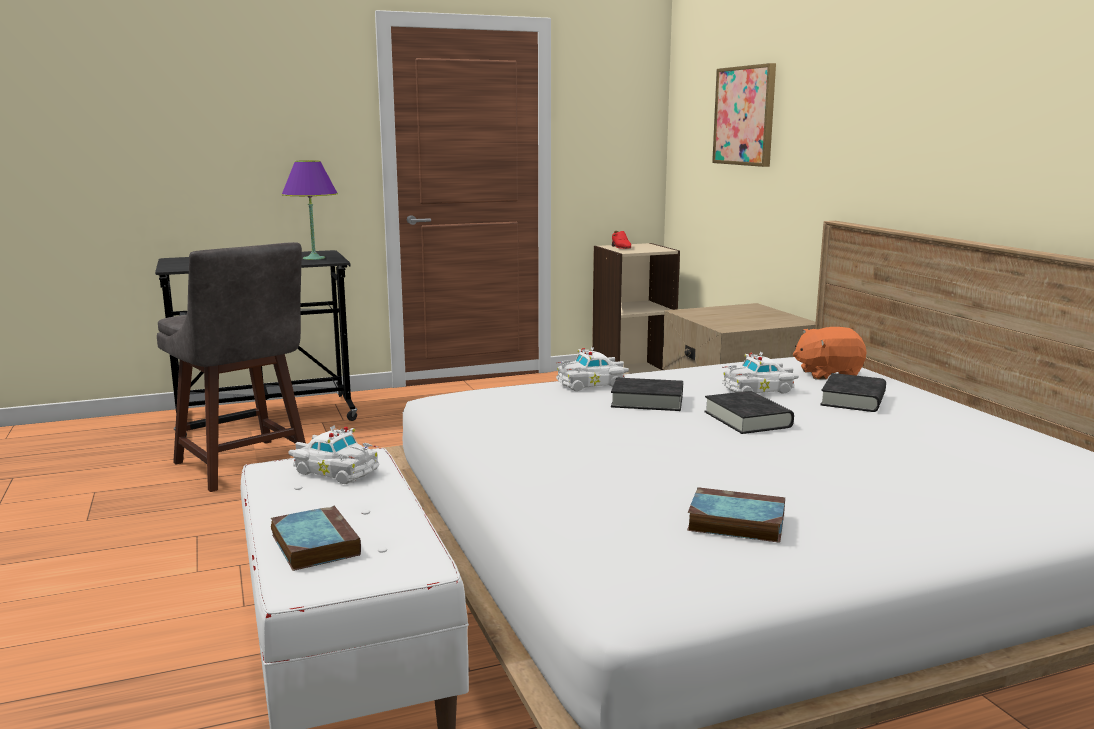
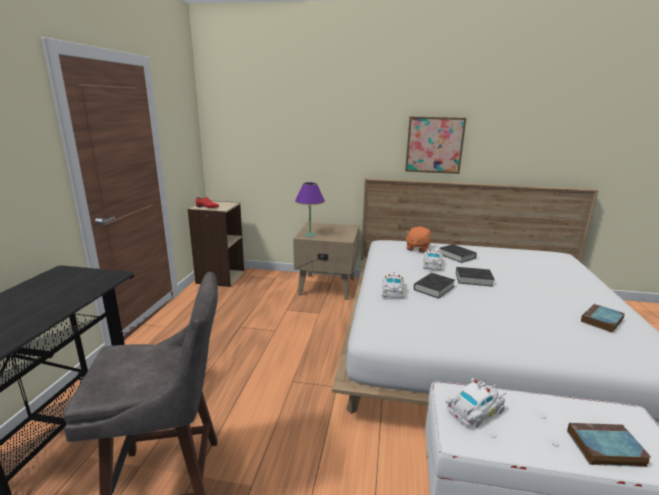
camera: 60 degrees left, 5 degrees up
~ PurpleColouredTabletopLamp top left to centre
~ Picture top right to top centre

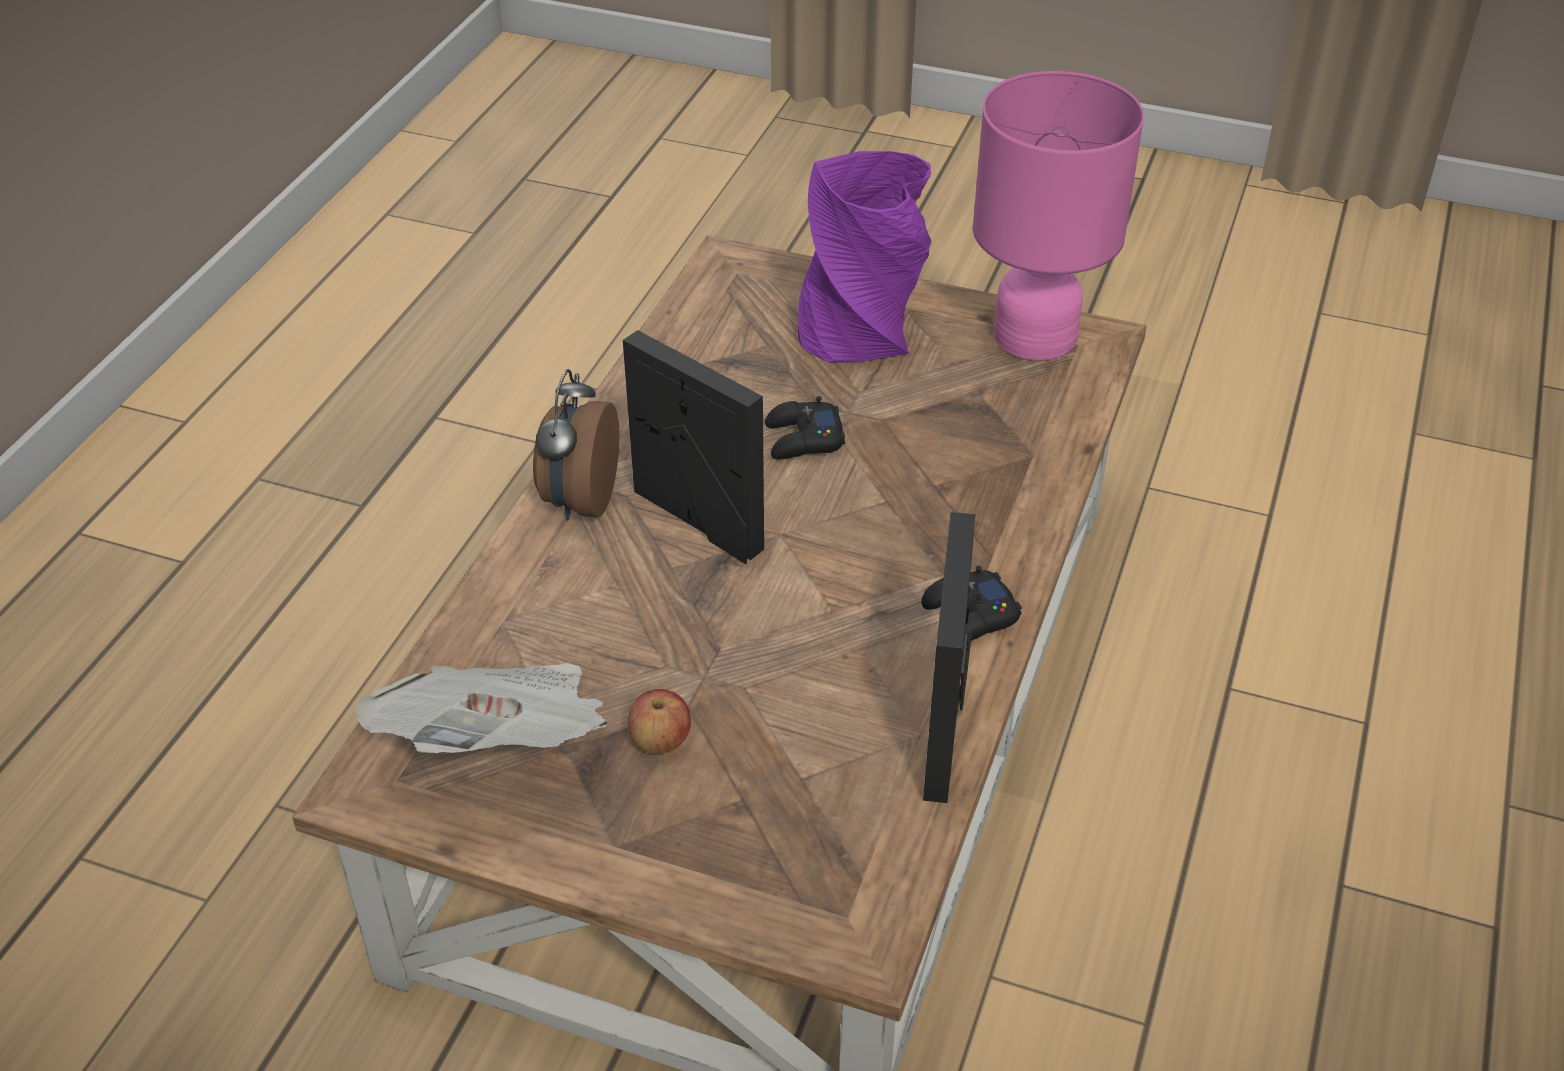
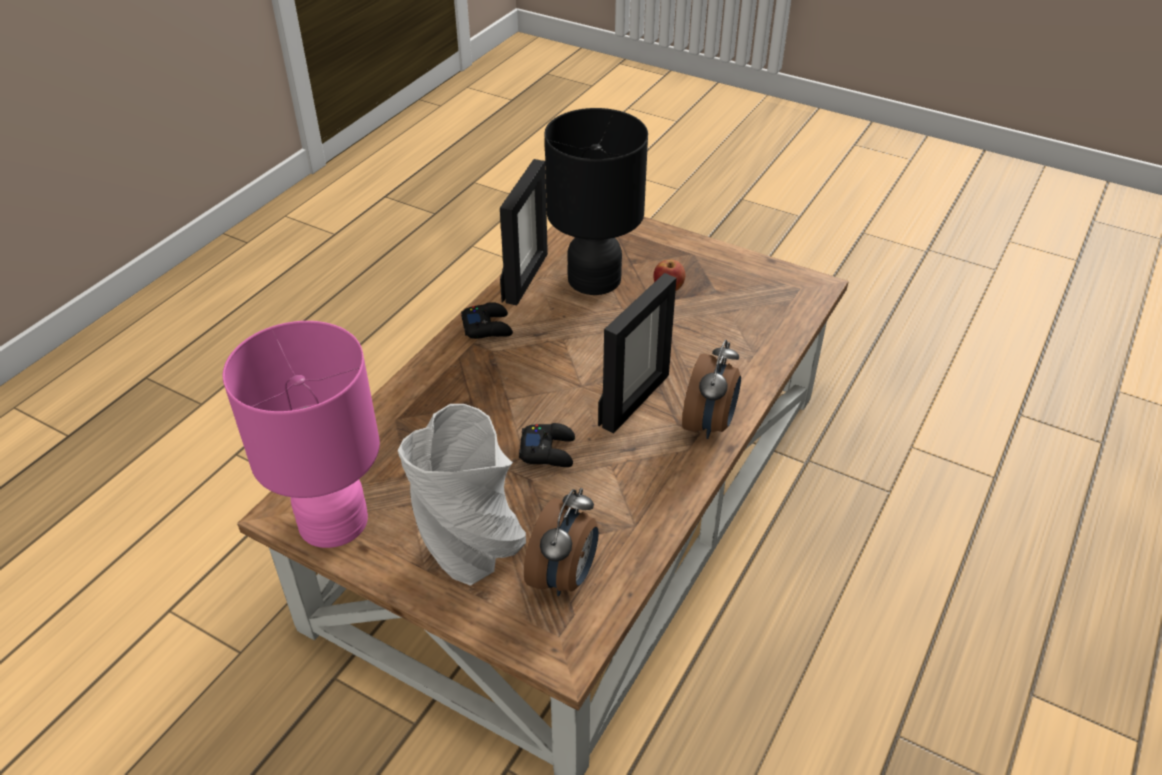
camera: 170 degrees left, 0 degrees up
- DailyPaper middle left
+ AlarmClock (1st from left) bottom centre
+ BlackishTabletopLamp top centre
~ PurpleColouredVase top centre to GreyVase centre
~ StandingFrame (1st from left in the first image) centre = centre 105 degrees counterclockwise

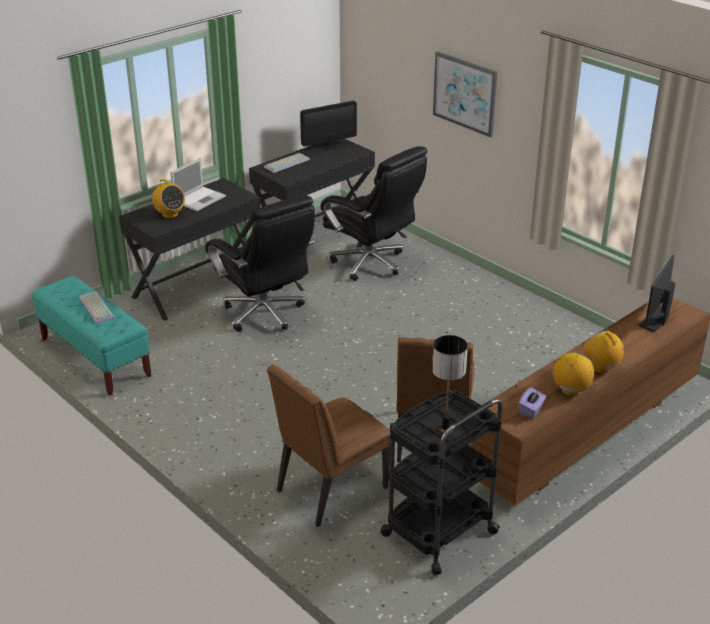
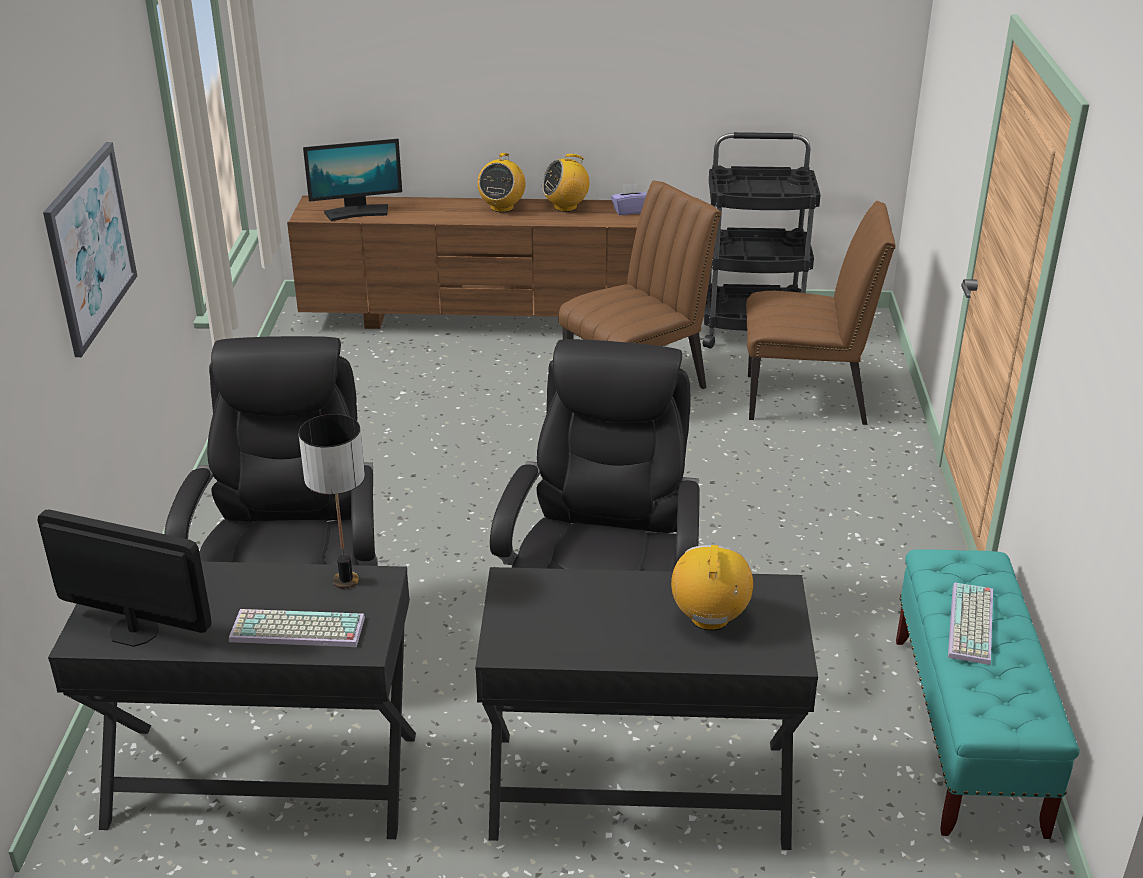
camera: 135 degrees left, 0 degrees up
- Laptop top left
~ TabletopLamp centre to middle left

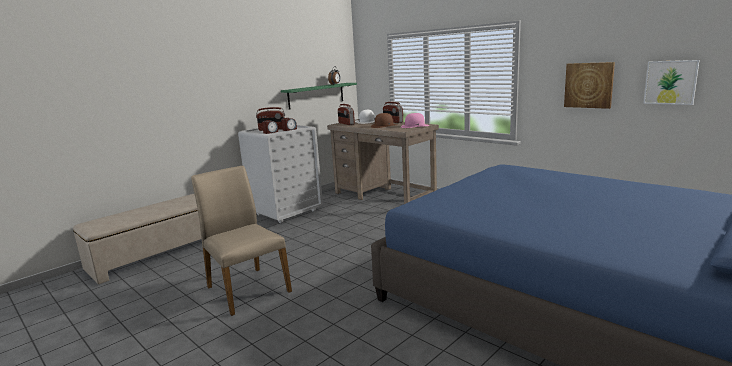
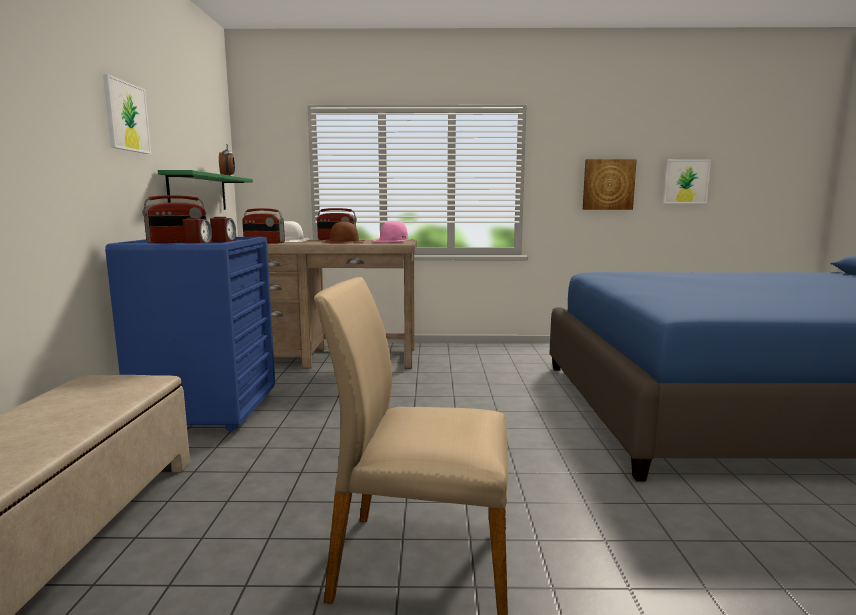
camera: 45 degrees left, 5 degrees down
+ Picture (1st from left) top left
~ GreyDresser centre to BlueColouredDresser middle left

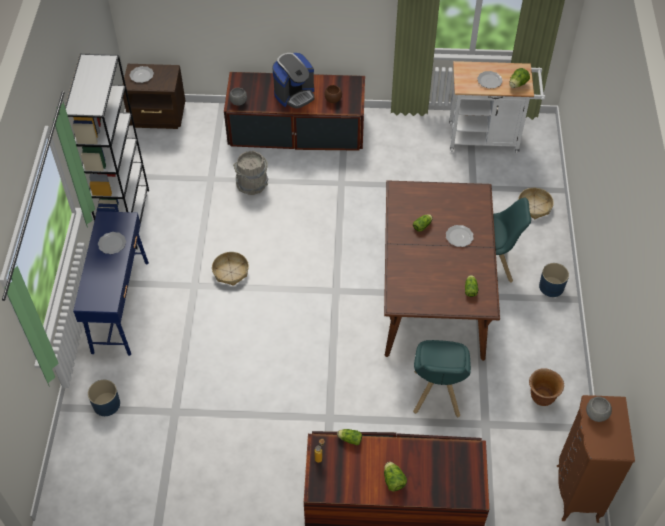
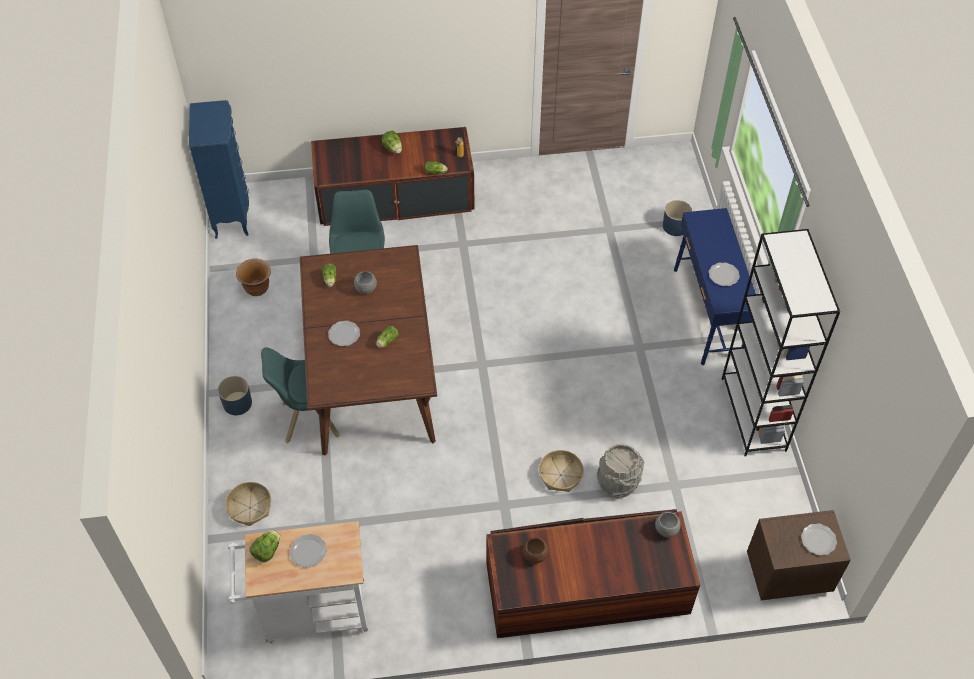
camera: 170 degrees right, 0 degrees up
- CoffeeBrewer top centre
~ Basket (1st from left in the first image) centre to Basket (2nd from left) bottom centre
~ GreyBowl (2nd from left in the first image) bottom right to GreyBowl (1st from left) centre
~ BrownColouredDresser bottom right to BlueColouredDresser top left

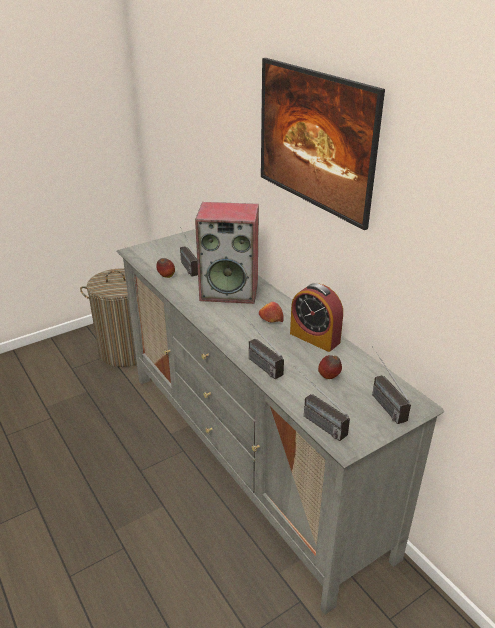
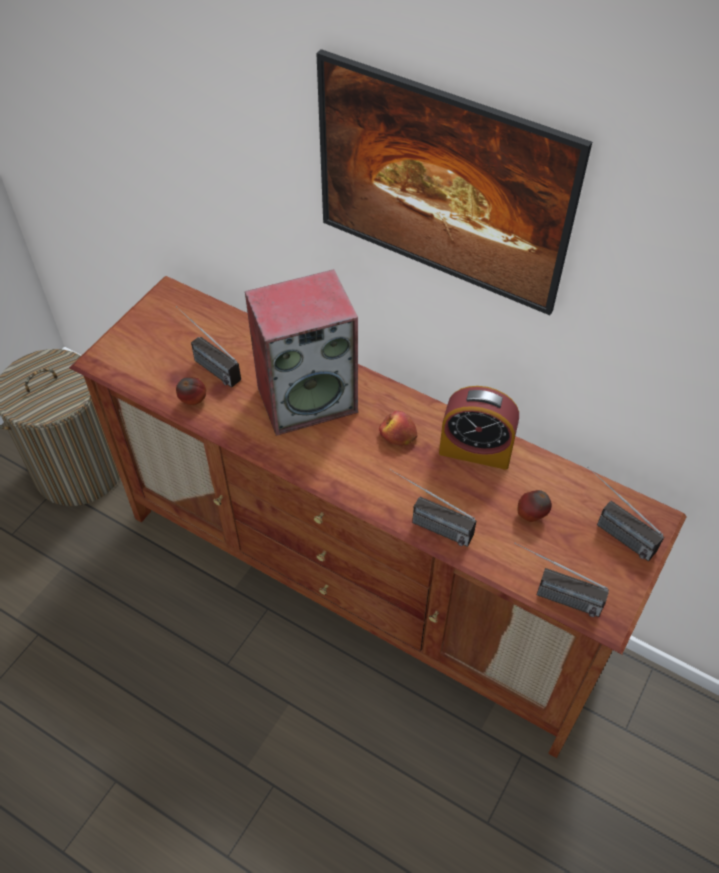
camera: 25 degrees left, 20 degrees up
~ GreyDresser bottom centre to BrownColouredDresser centre

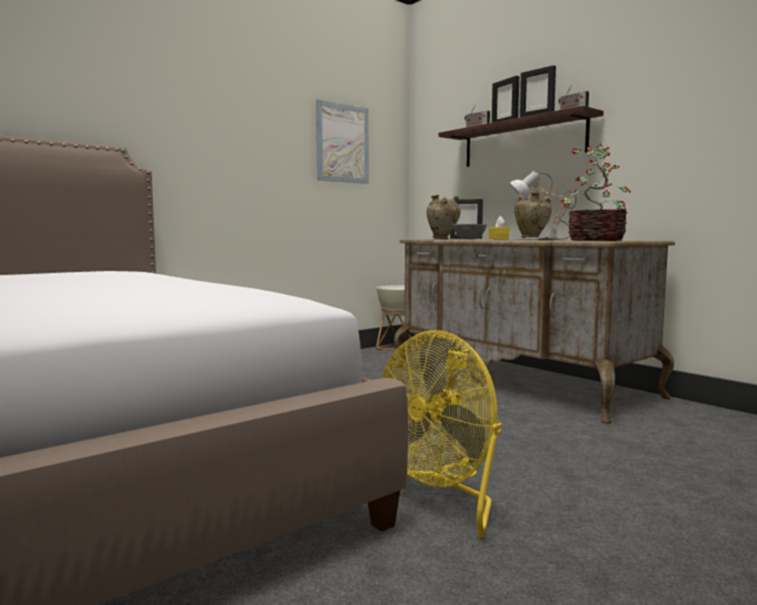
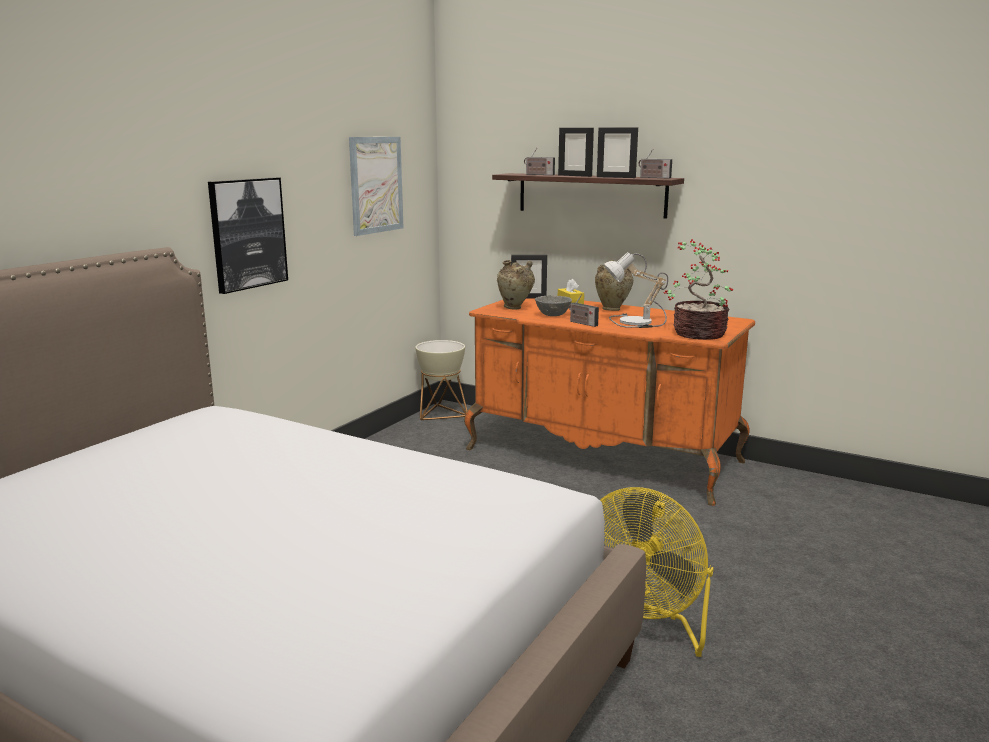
camera: 20 degrees left, 10 degrees up
+ Picture (1st from left) top left
+ RadioReceiver (2nd from left) centre
~ SandColouredDresser middle right to OrangeColouredDresser centre

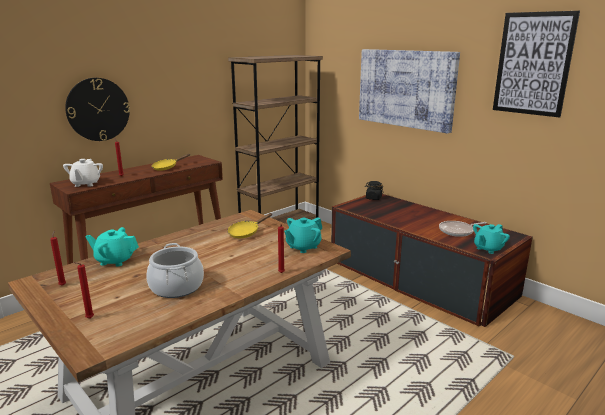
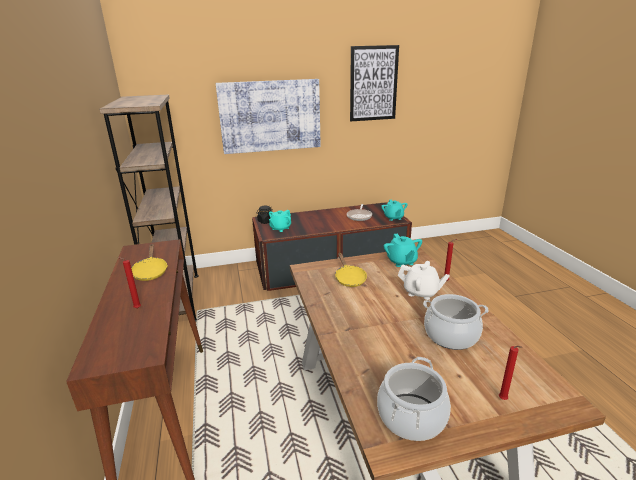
camera: 60 degrees left, 5 degrees up
- ClockOnTheWall top left
~ WhitePotForTea middle left to middle right
~ TurquoisePotForTea (1st from left) middle left to centre
~ RedCandle (1st from left) middle left to Saucepot (1st from left) bottom centre

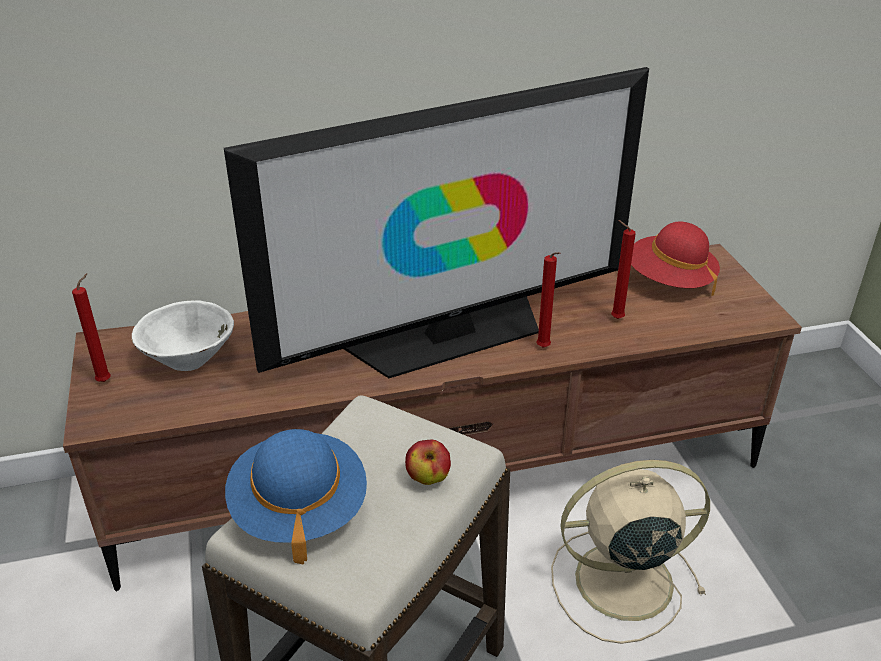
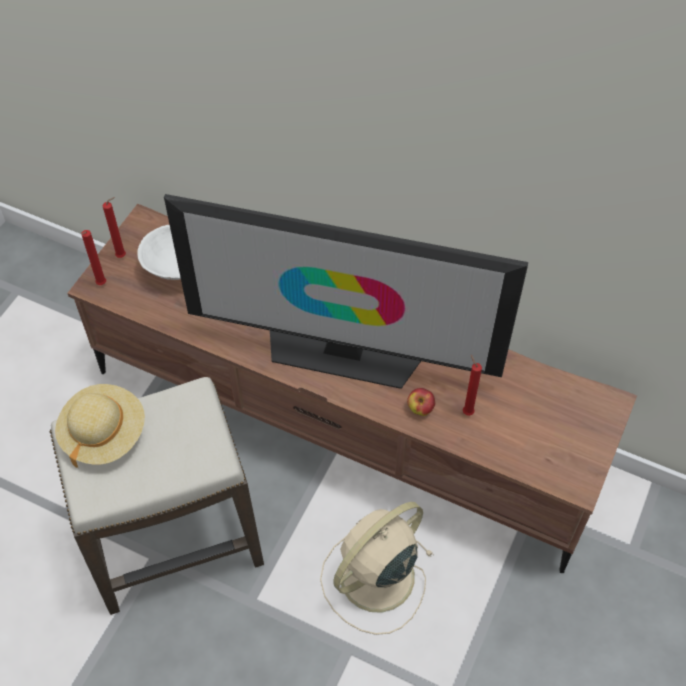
camera: 40 degrees right, 20 degrees up
- RedHat middle right
~ WholeApple bottom centre to centre
~ RedCandle (2nd from left in the first image) centre to RedCandle (1st from left) middle left
~ BlueColouredHat bottom centre to SandColouredHat middle left
~ SandColouredFan bottom right = bottom centre 75 degrees counterclockwise

